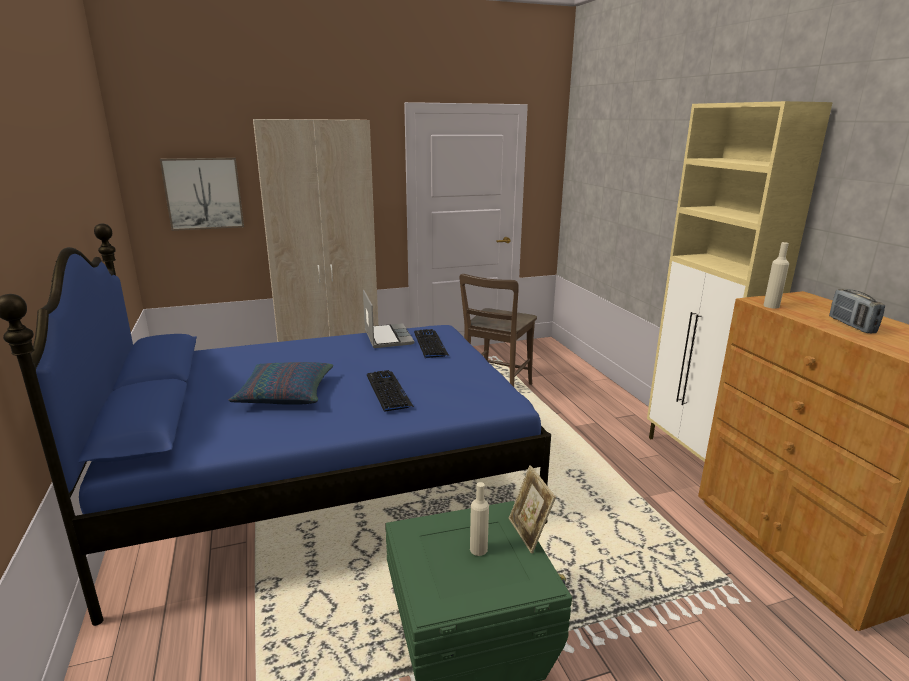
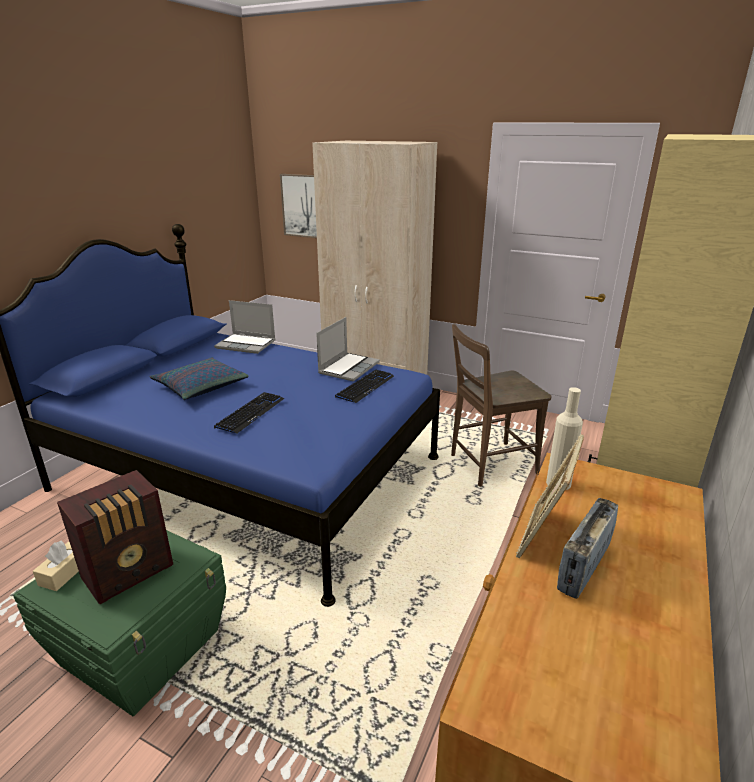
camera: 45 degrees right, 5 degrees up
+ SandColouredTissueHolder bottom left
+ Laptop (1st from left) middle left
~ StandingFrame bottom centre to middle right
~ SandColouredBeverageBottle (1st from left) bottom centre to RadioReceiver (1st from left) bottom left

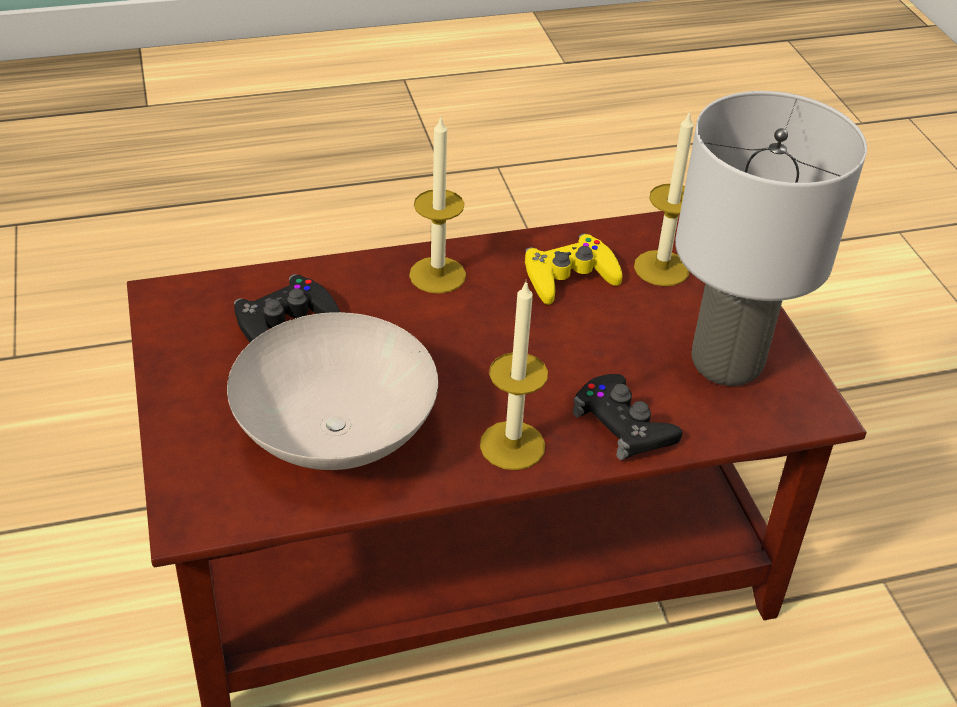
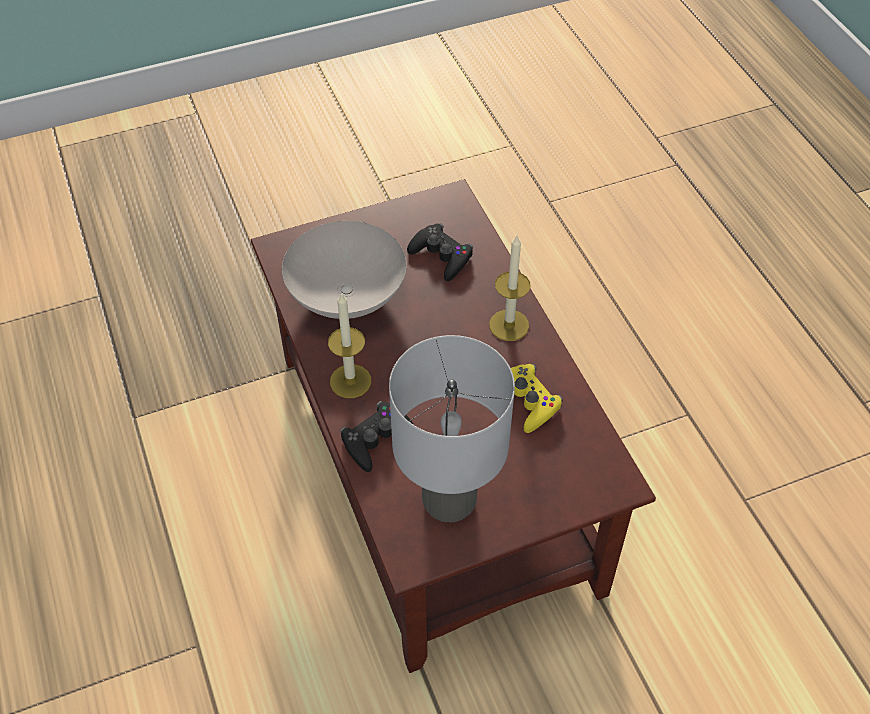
camera: 85 degrees right, 10 degrees up
- Candle (3rd from left) top right

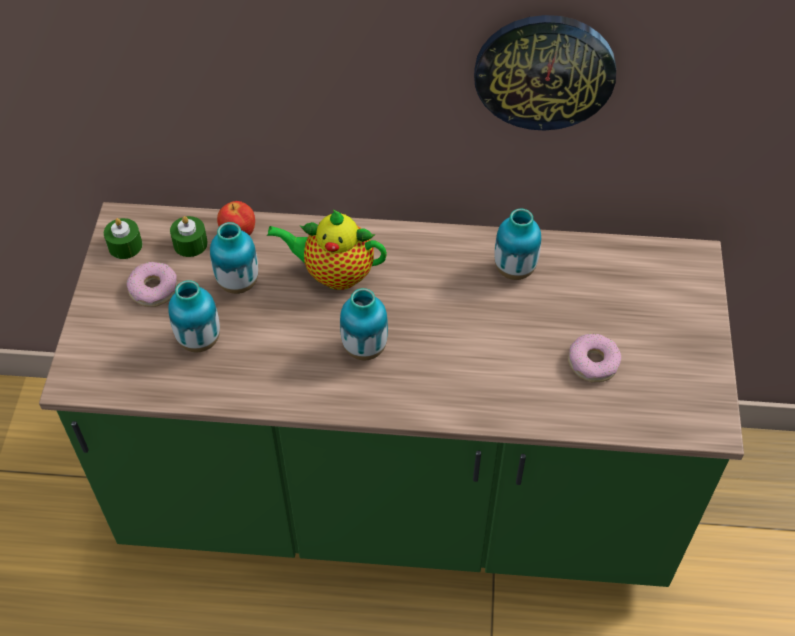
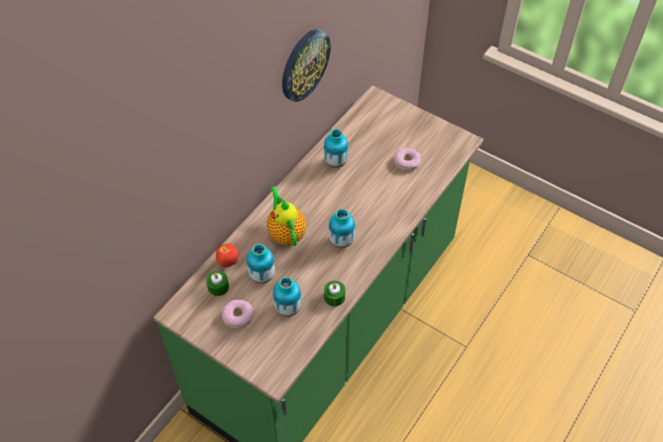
camera: 60 degrees left, 0 degrees up
~ GreenColouredCandle (1st from left in the first image) middle left to GreenColouredCandle (2nd from left) centre
~ PotForTea centre = centre 120 degrees clockwise

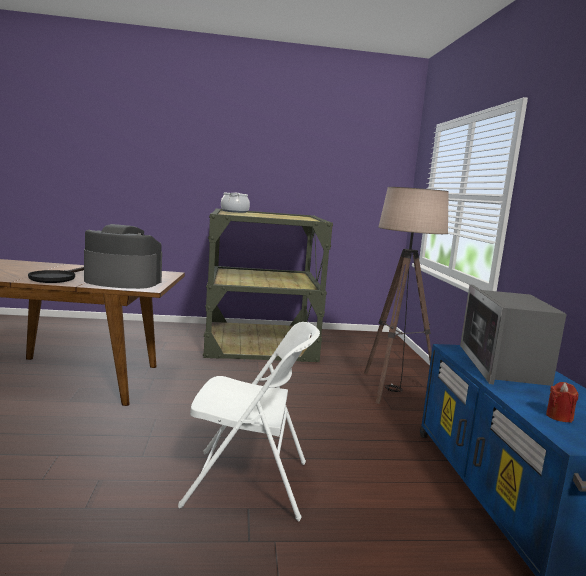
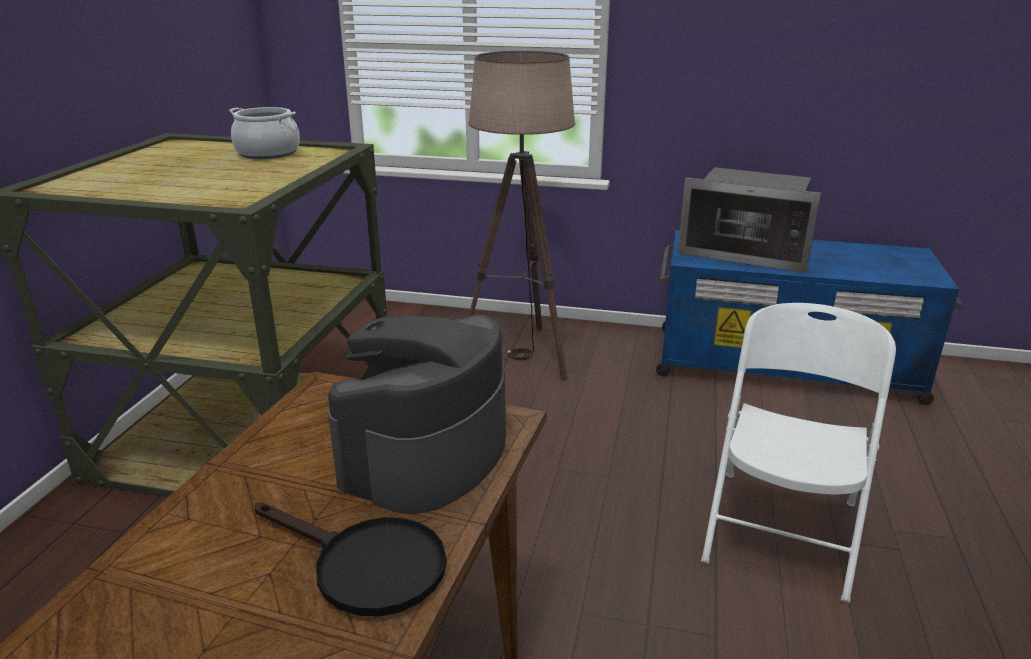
camera: 70 degrees left, 15 degrees up
- RedCandle bottom right
~ Saucepot centre to top left

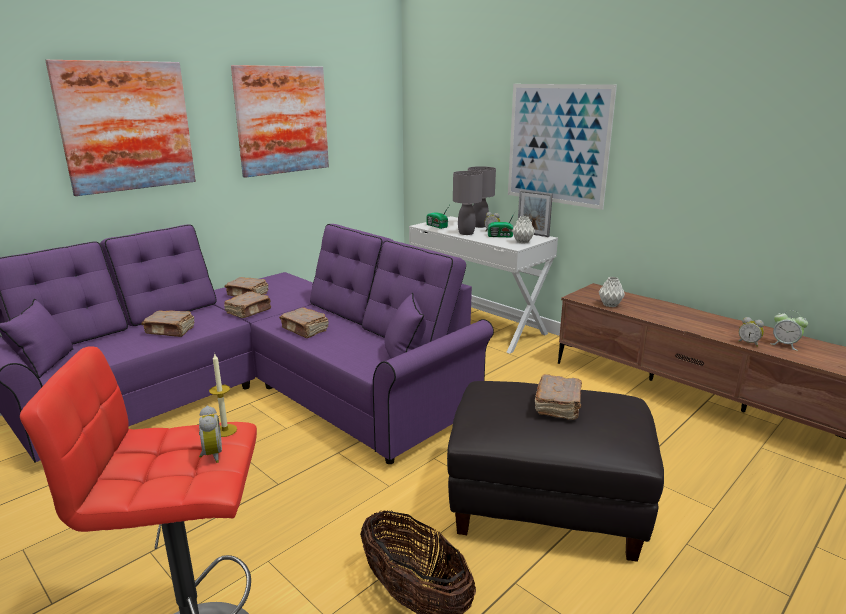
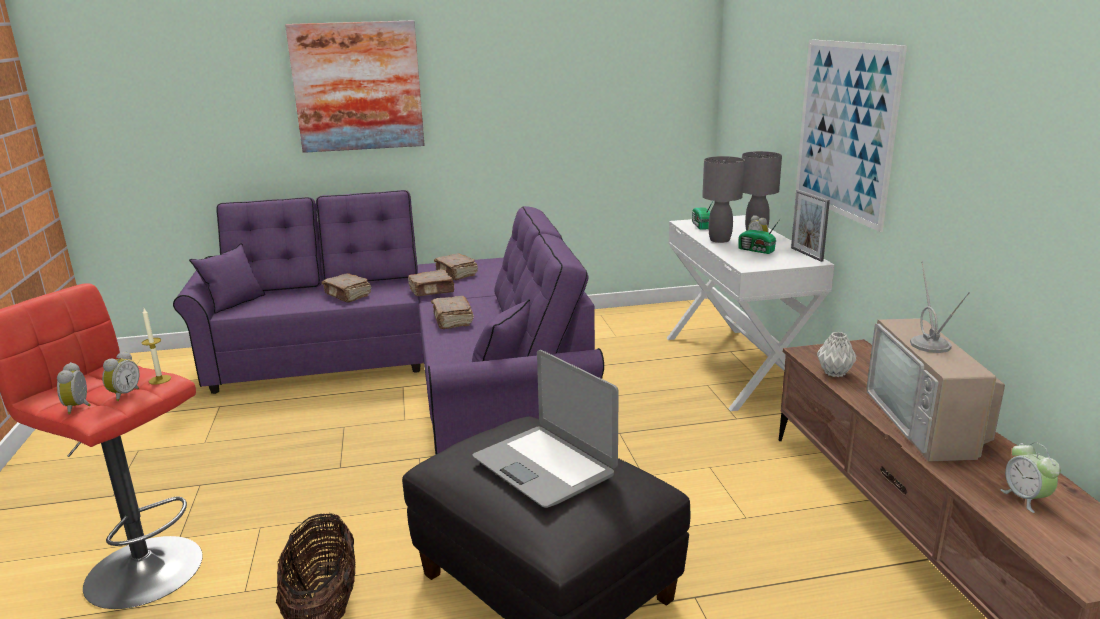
camera: 35 degrees right, 0 degrees up
- Picture (2nd from left) top left
- GreyVase (1st from left) centre
+ Television middle right
~ AlarmClock (3rd from left in the first image) middle right to AlarmClock (1st from left) middle left
~ BrownColouredBoundBook (5th from left) centre to Laptop bottom centre

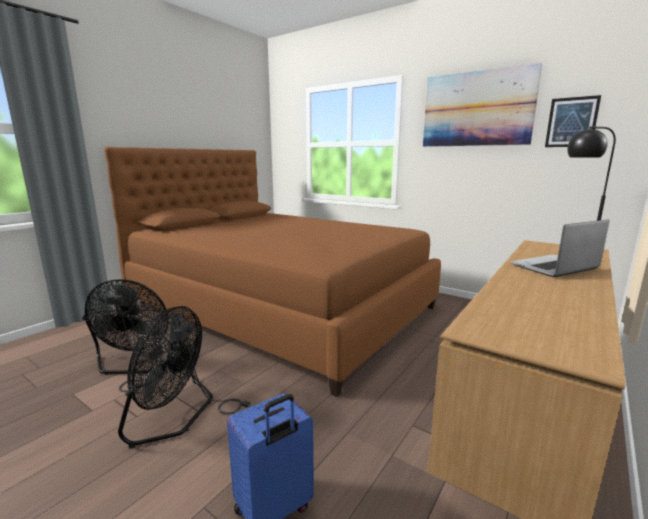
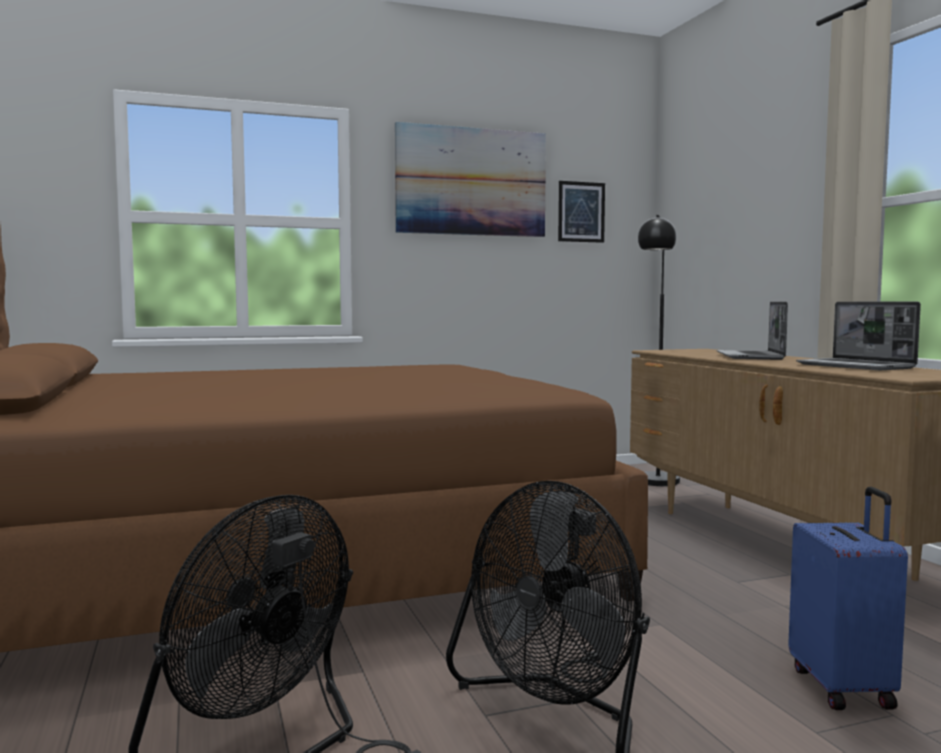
camera: 55 degrees left, 10 degrees down
+ Laptop (2nd from left) middle right

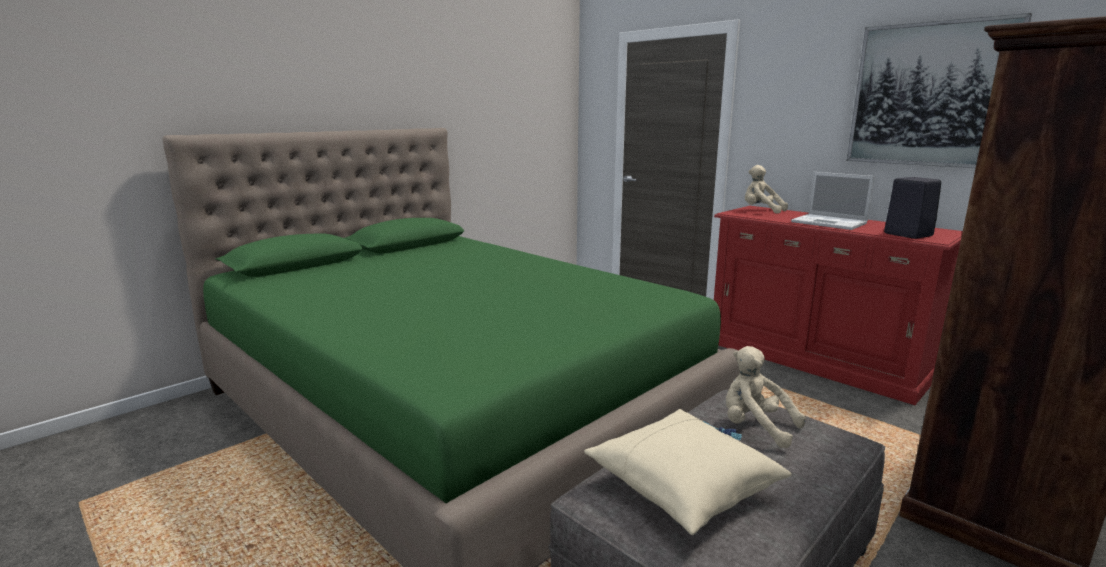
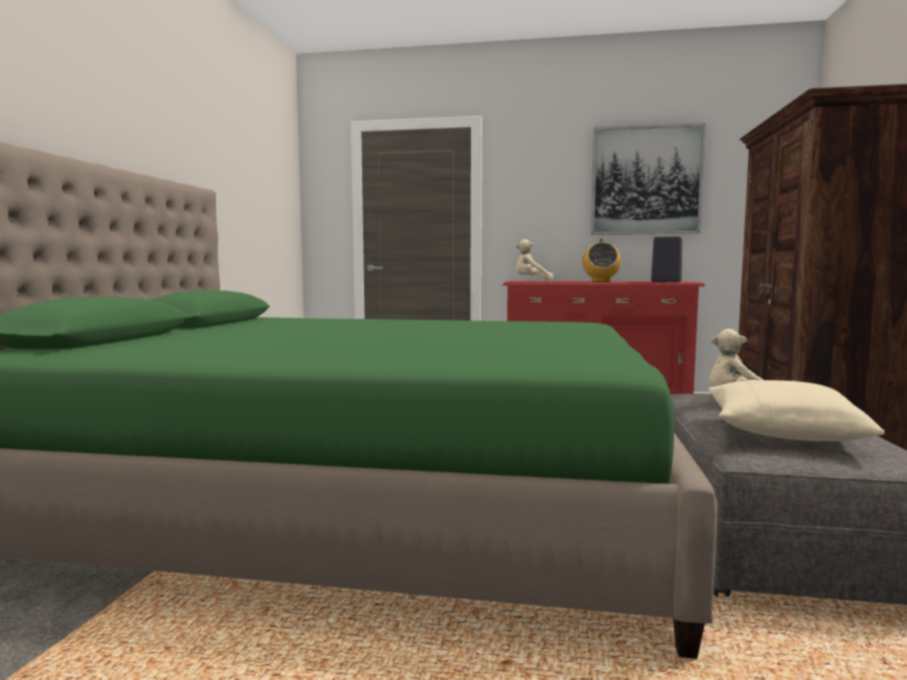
camera: 35 degrees left, 10 degrees down
~ Laptop middle right to RadioReceiver centre

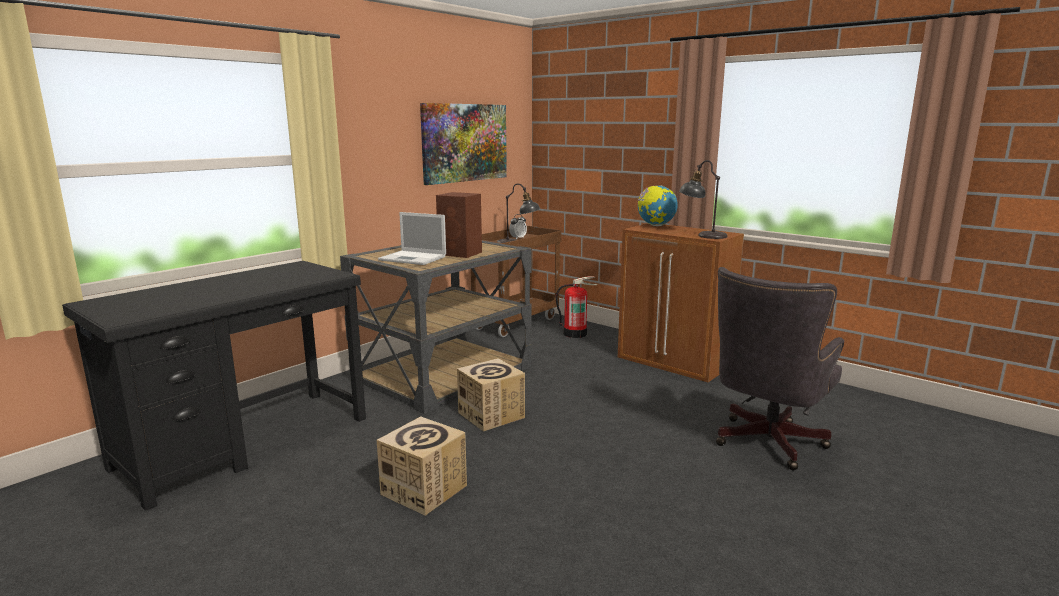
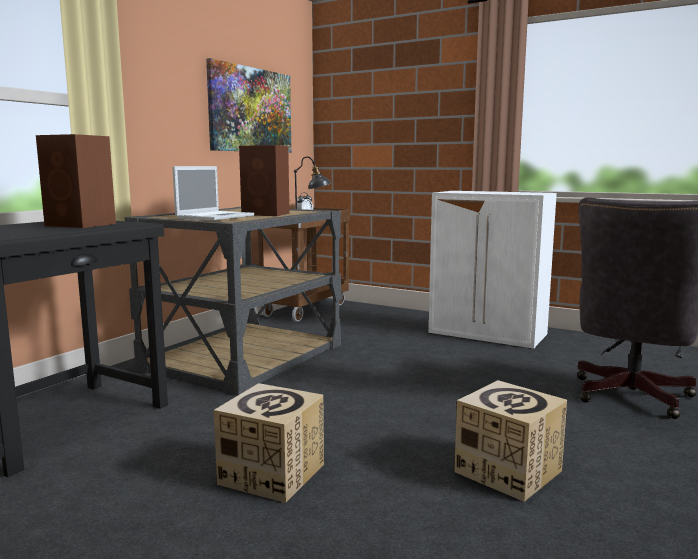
camera: 10 degrees left, 5 degrees down
- Extinguisher centre
- WorldGlobe centre
- GreyTabletopLamp (2nd from left) centre
+ BrownColouredLoudspeaker (1st from left) top left
~ CardboardBox (2nd from left) centre to bottom right
~ BrownColouredCupboard centre to WhiteCupboard middle right
~ Laptop centre = middle left 75 degrees counterclockwise

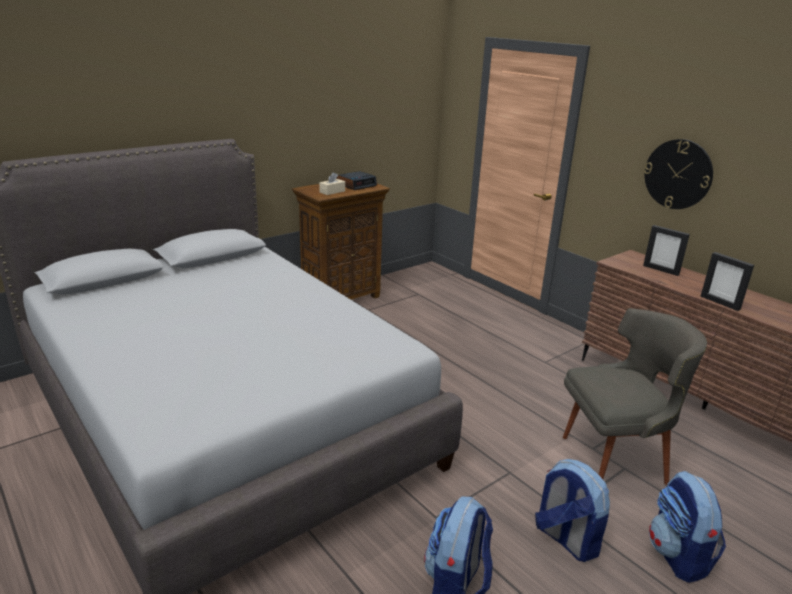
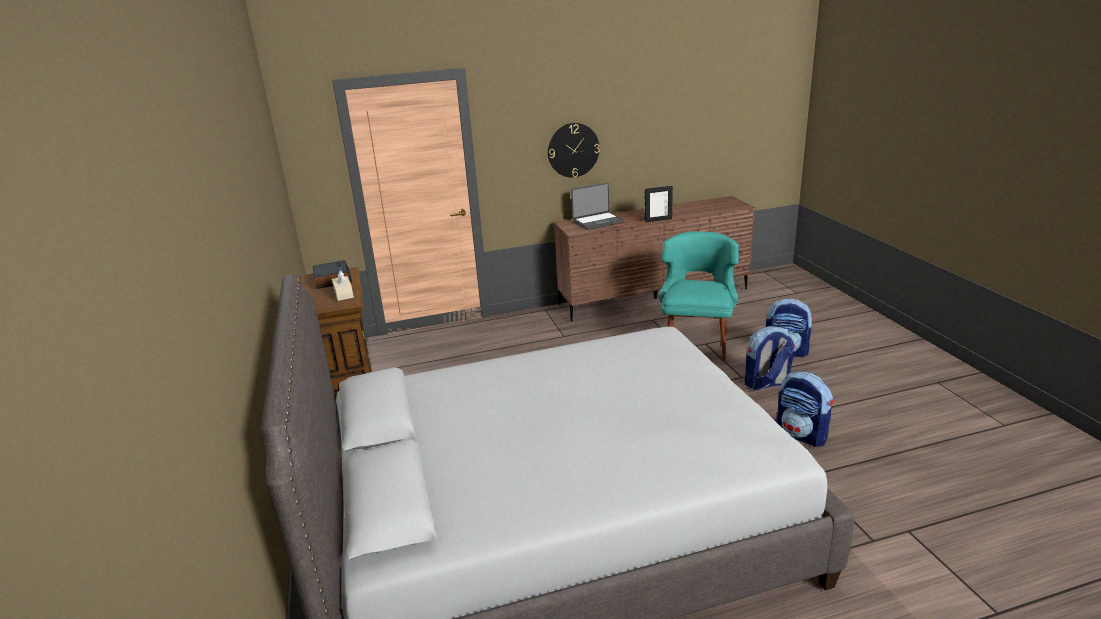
camera: 65 degrees left, 0 degrees up
~ StandingFrame (1st from left) middle right to Laptop top centre
~ GreyUprightChair bottom right to TurquoiseUprightChair centre

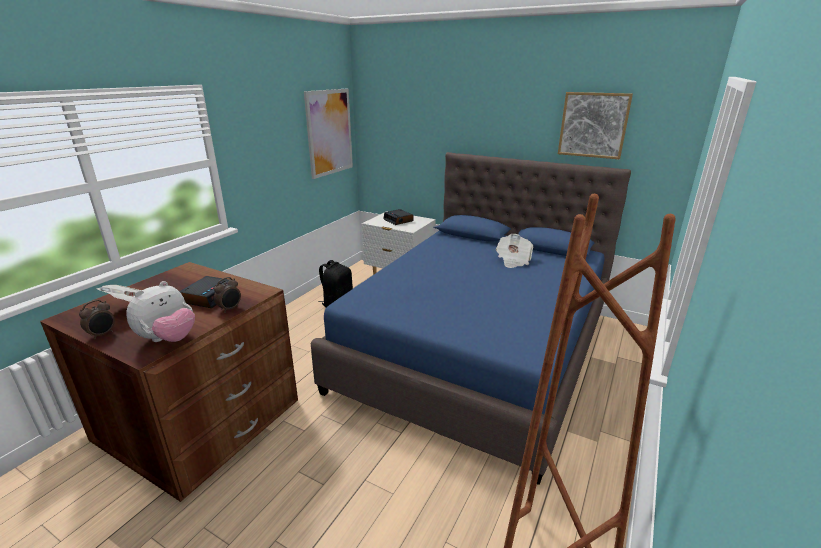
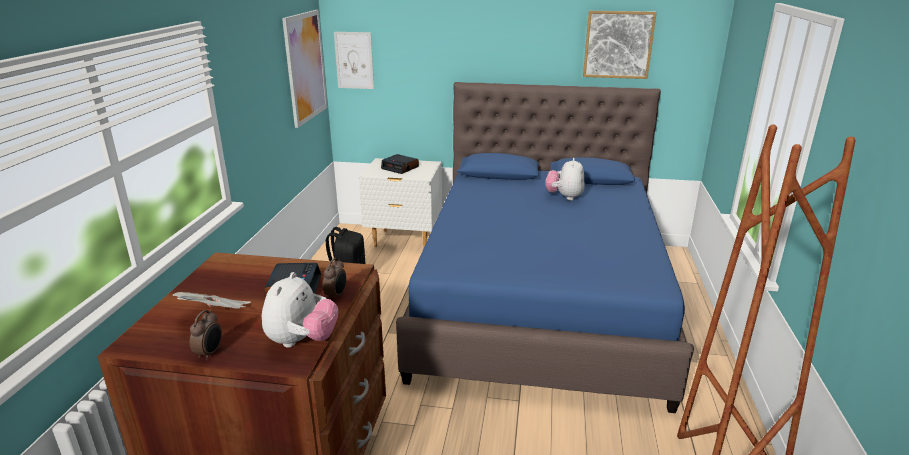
camera: 20 degrees left, 0 degrees up
+ Picture (2nd from left) top centre
~ DailyPaper (2nd from left) centre to CuddlyToy (2nd from left) centre

